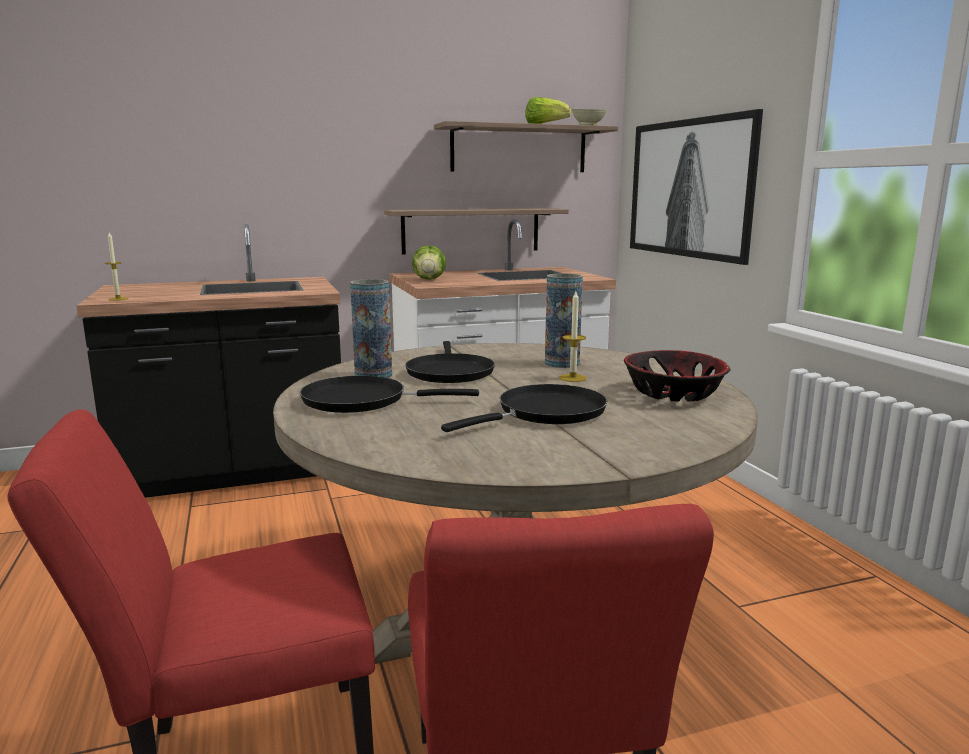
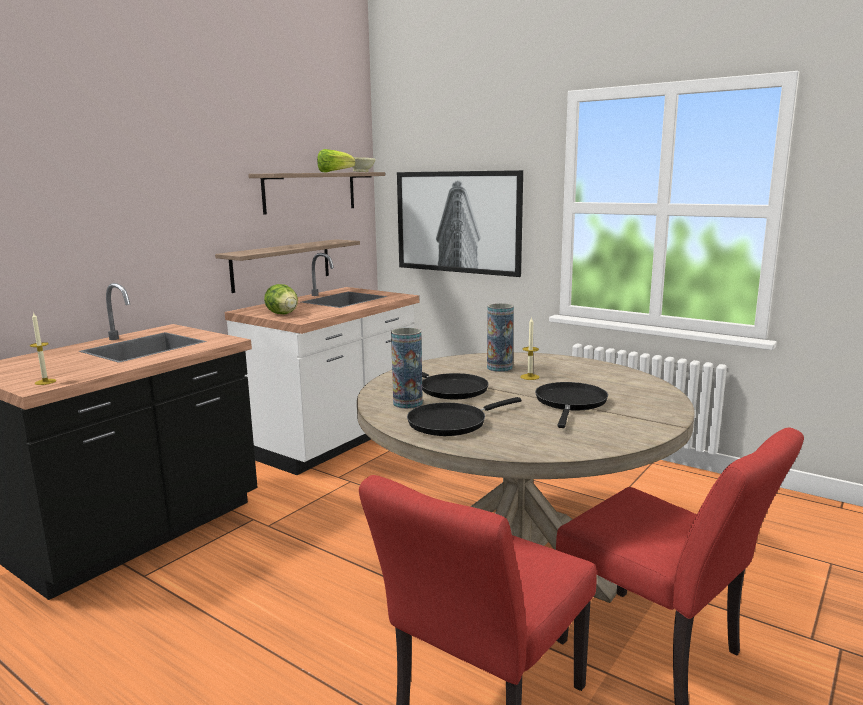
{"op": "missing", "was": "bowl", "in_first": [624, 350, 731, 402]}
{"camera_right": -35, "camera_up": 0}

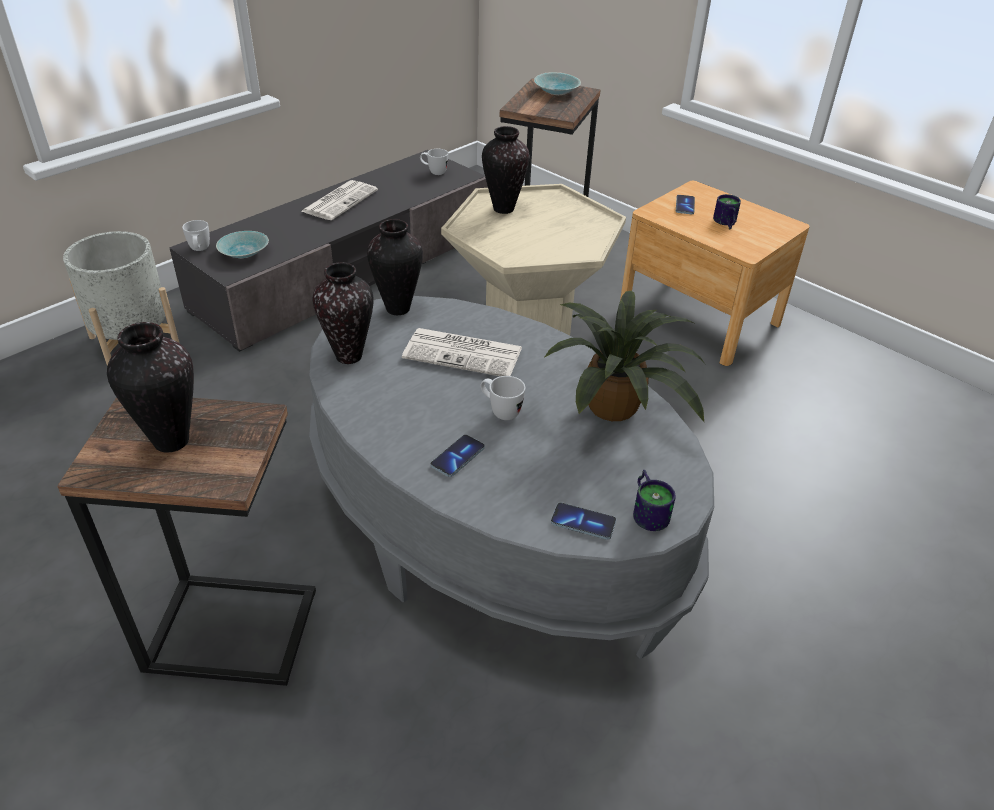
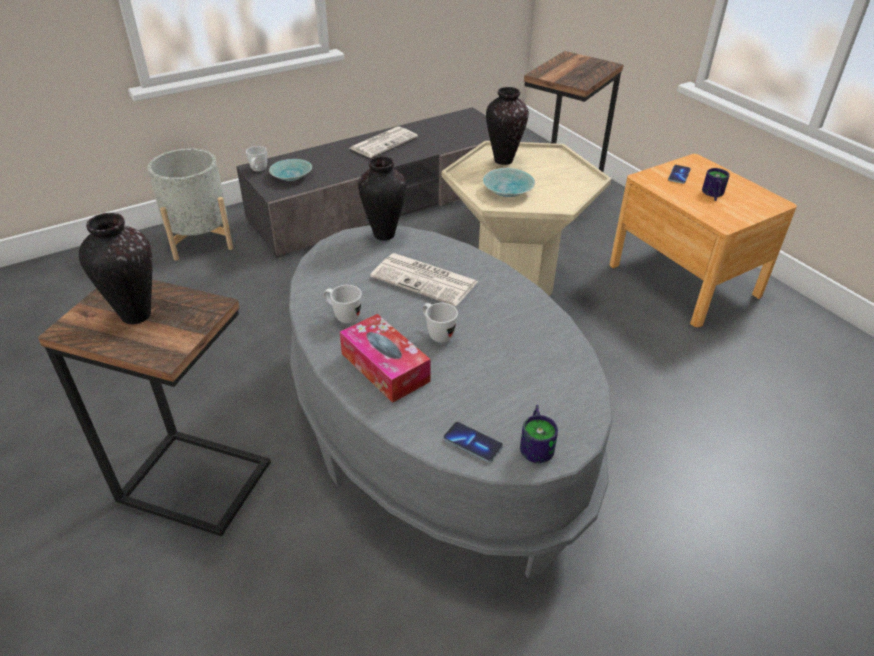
{"op": "missing", "was": "vase", "in_first": [313, 262, 373, 364]}
{"op": "relocated", "was": "mug/white", "in_first": [420, 149, 448, 175], "in_second": [324, 285, 362, 323]}
{"op": "exchanged", "was": "phone", "now": "tissue box", "in_first": [431, 435, 485, 477], "in_second": [340, 314, 431, 403]}
{"op": "relocated", "was": "bowl/turquoise", "in_first": [534, 72, 581, 95], "in_second": [483, 168, 535, 197]}
{"op": "missing", "was": "potted plant", "in_first": [544, 291, 706, 422]}
{"camera_right": 15, "camera_up": 0}

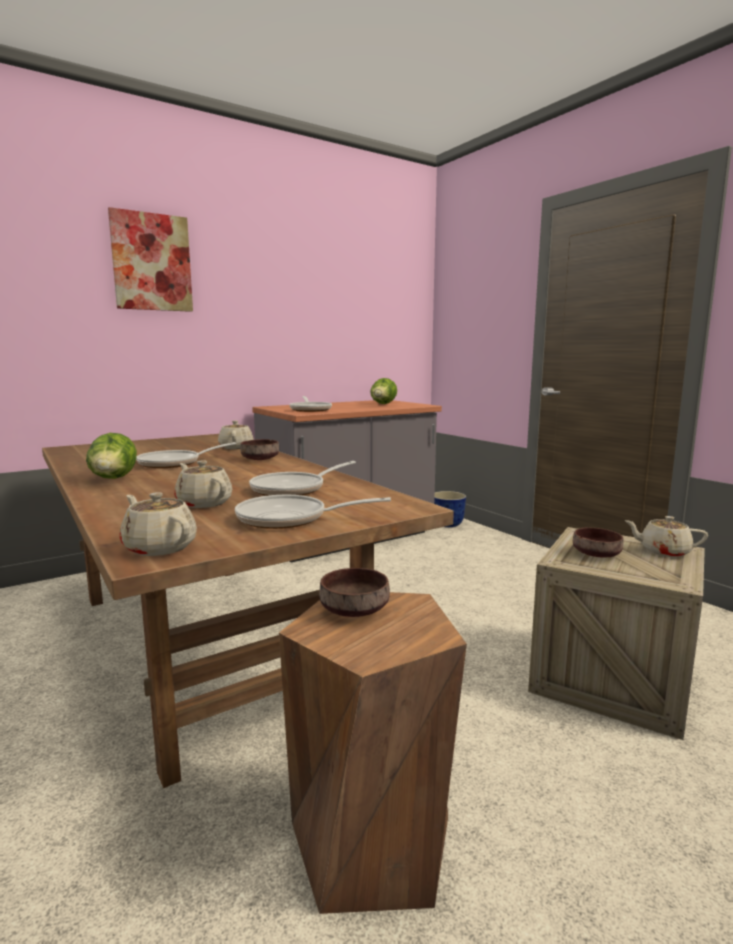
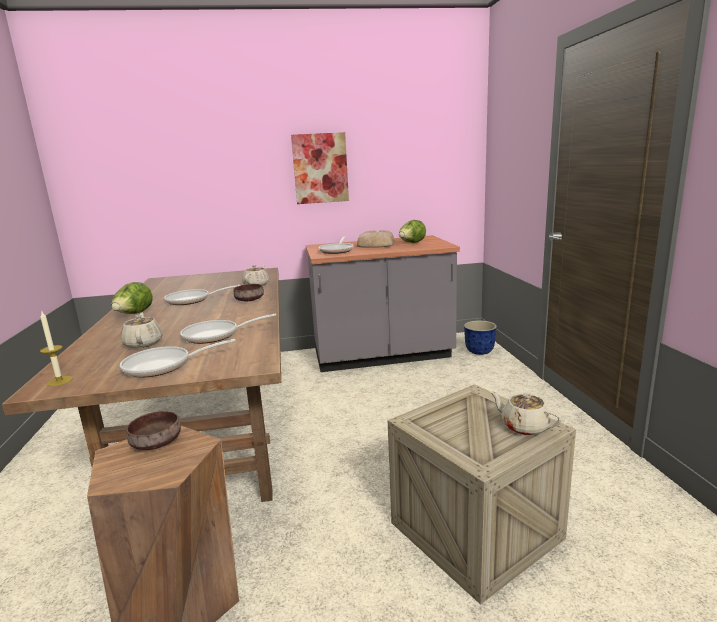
{"op": "relocated", "was": "picture", "in_first": [108, 207, 193, 312], "in_second": [291, 132, 349, 204]}
{"op": "exchanged", "was": "teapot/beige", "now": "candle", "in_first": [119, 492, 197, 556], "in_second": [40, 310, 73, 386]}
{"op": "spun", "was": "frying pan", "in_first": [235, 495, 391, 529], "in_second": [120, 339, 236, 378], "clockwise": -45}
{"op": "missing", "was": "bowl/brown", "in_first": [573, 528, 623, 557]}
{"op": "appeared", "now": "bread", "in_second": [357, 230, 395, 248]}
{"camera_right": 25, "camera_up": 5}

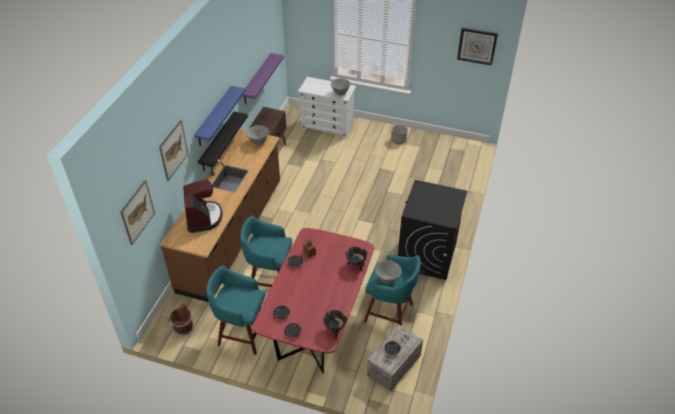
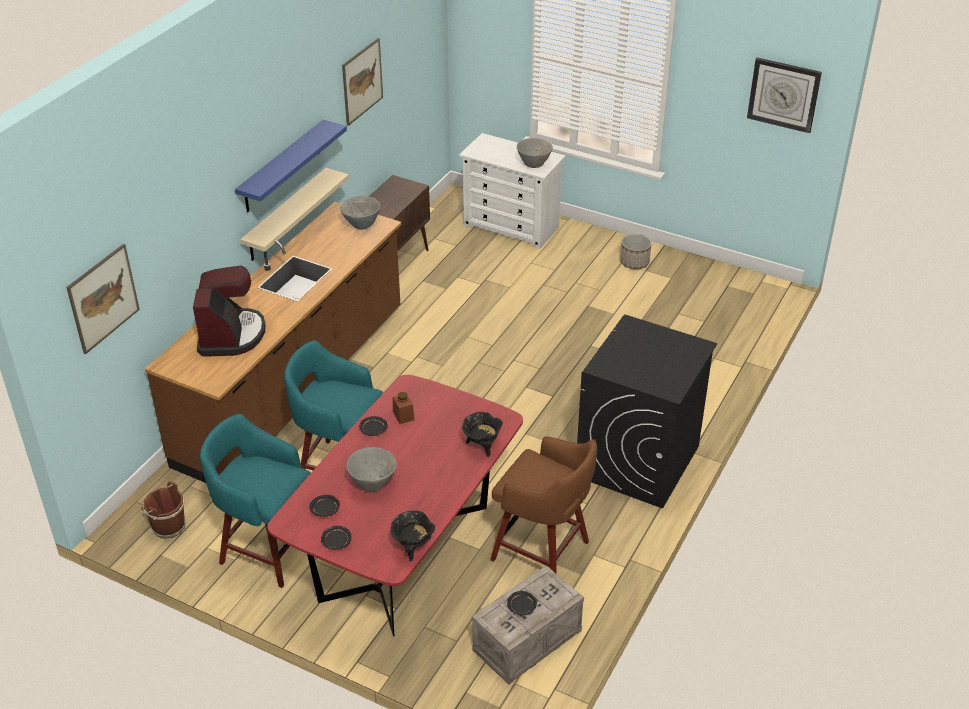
{"op": "relocated", "was": "picture", "in_first": [159, 120, 188, 181], "in_second": [342, 38, 383, 126]}
{"op": "colour", "was": "shelf/black", "now": "shelf/beige", "in_first": [198, 112, 248, 171], "in_second": [240, 168, 349, 261]}
{"op": "missing", "was": "shelf/purple", "in_first": [243, 53, 284, 104]}
{"op": "colour", "was": "stool/turquoise", "now": "stool/brown", "in_first": [364, 255, 421, 326], "in_second": [490, 436, 597, 574]}
{"op": "relocated", "was": "bowl/grey", "in_first": [375, 260, 402, 284], "in_second": [346, 447, 397, 492]}
{"camera_right": 10, "camera_up": -5}

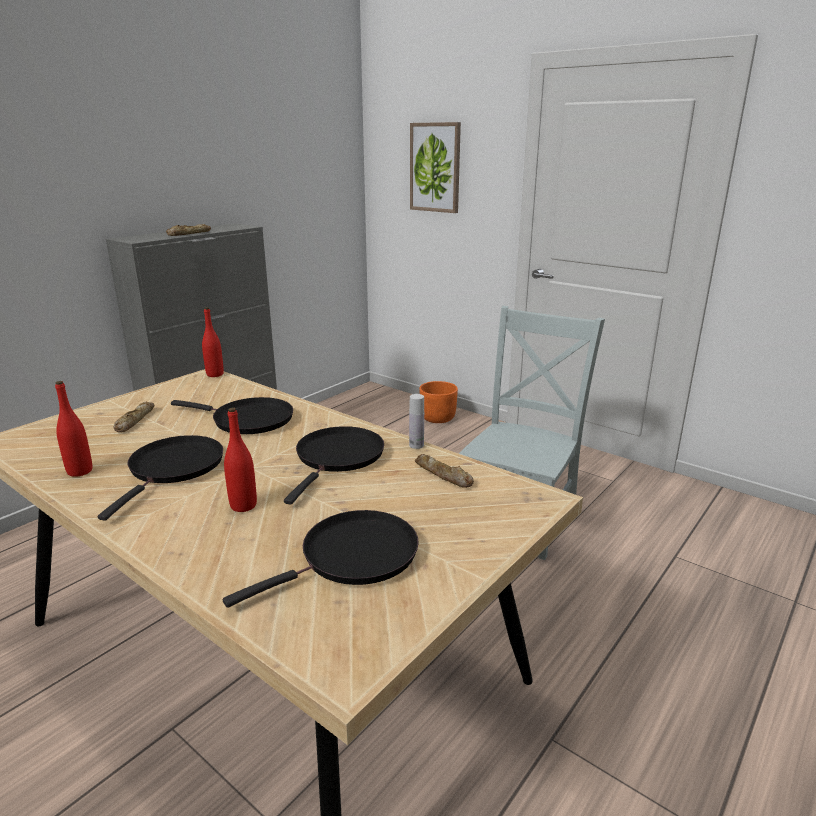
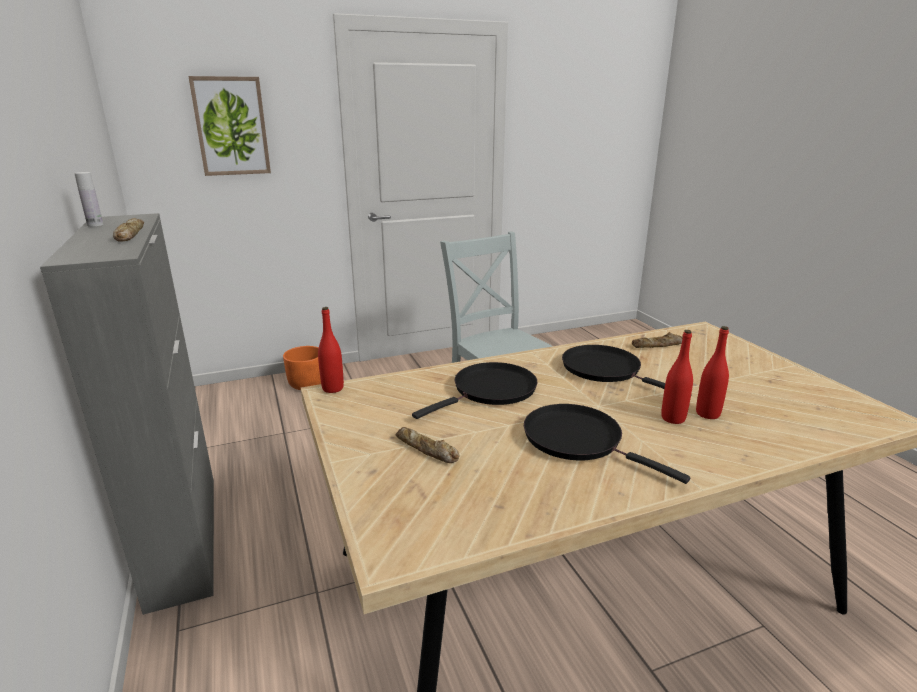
{"op": "relocated", "was": "bottle/red", "in_first": [55, 381, 92, 477], "in_second": [696, 326, 729, 419]}
{"op": "missing", "was": "frying pan/black", "in_first": [223, 510, 419, 608]}
{"op": "relocated", "was": "bottle/white", "in_first": [409, 394, 424, 449], "in_second": [74, 172, 103, 227]}
{"camera_right": -60, "camera_up": 0}

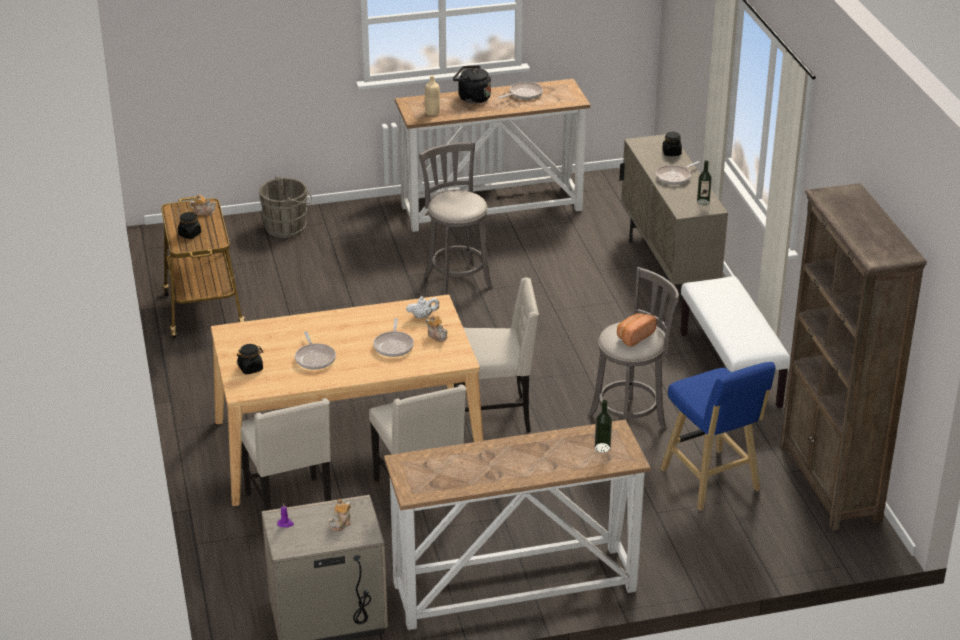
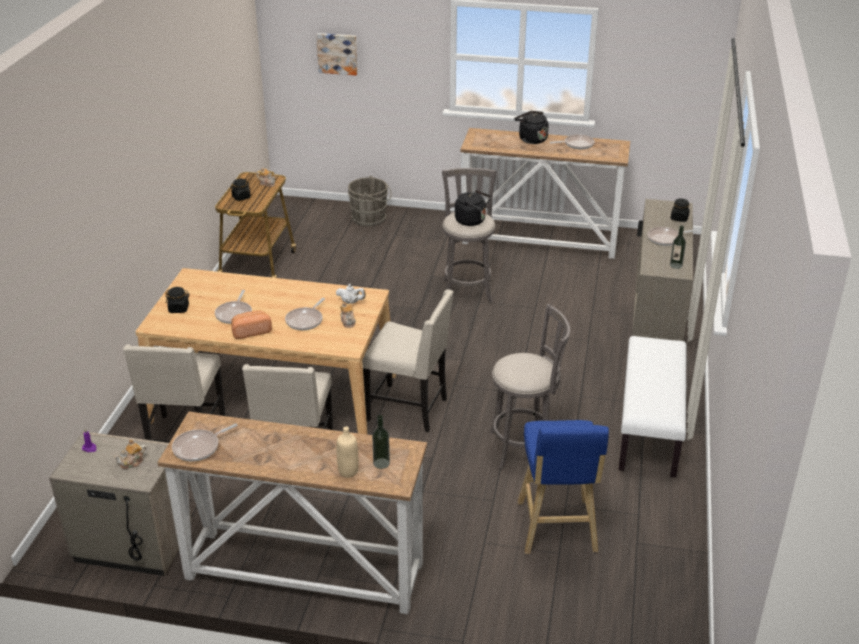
{"op": "relocated", "was": "bottle/beige", "in_first": [425, 75, 440, 116], "in_second": [336, 426, 359, 478]}
{"op": "relocated", "was": "bread", "in_first": [617, 313, 657, 347], "in_second": [231, 311, 272, 339]}
{"op": "missing", "was": "bookcase/brown", "in_first": [780, 183, 927, 531]}
{"op": "appeared", "now": "frying pan", "in_second": [172, 424, 237, 461]}
{"op": "appeared", "now": "picture", "in_second": [316, 33, 358, 76]}
{"op": "appeared", "now": "kettle/black", "in_second": [455, 190, 491, 226]}
{"camera_right": 25, "camera_up": 0}

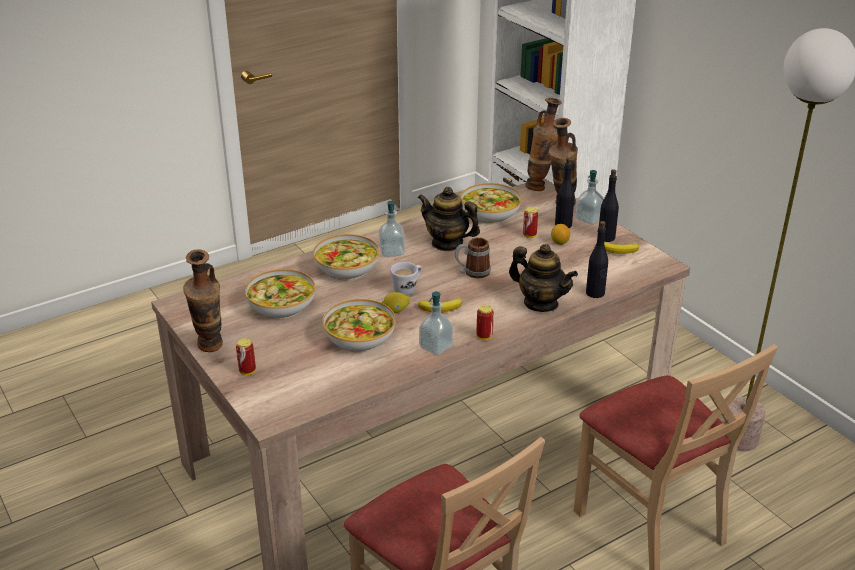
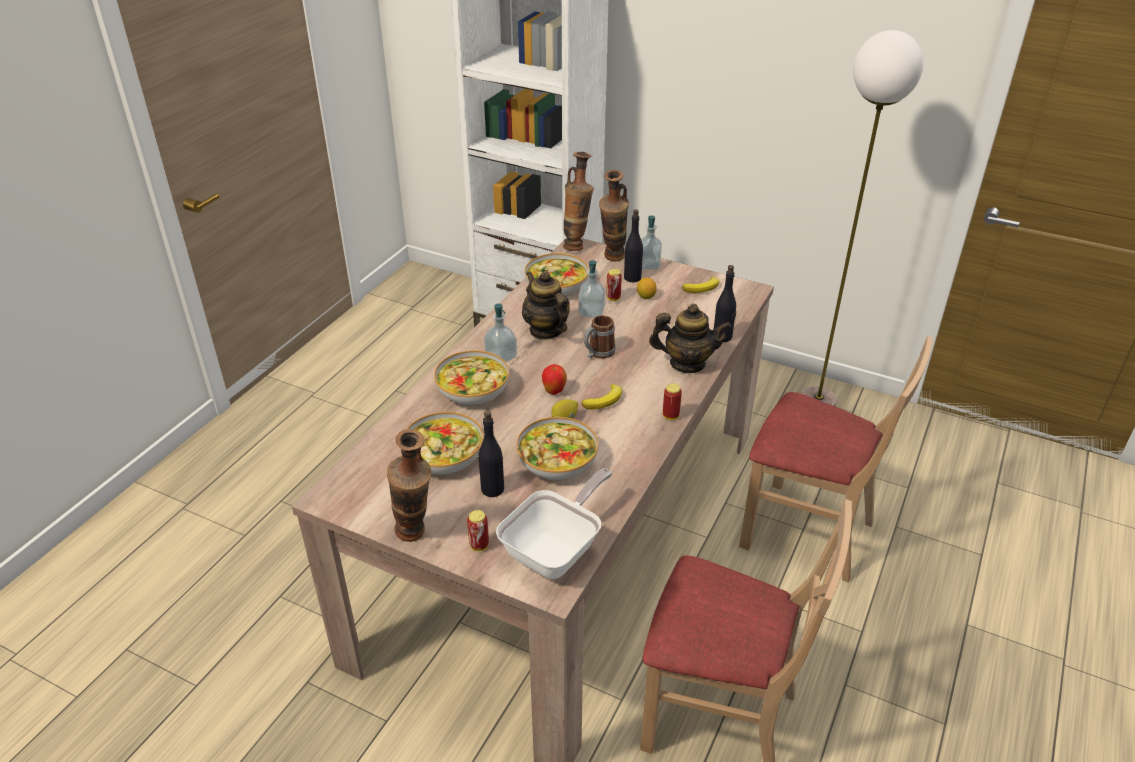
{"op": "exchanged", "was": "mug/white", "now": "apple", "in_first": [390, 262, 422, 296], "in_second": [542, 364, 567, 395]}
{"op": "spun", "was": "teapot", "in_first": [417, 187, 480, 251], "in_second": [522, 271, 570, 340], "clockwise": 60}
{"op": "relocated", "was": "soap dispenser", "in_first": [419, 292, 453, 356], "in_second": [578, 260, 605, 318]}
{"op": "relocated", "was": "bottle/black", "in_first": [599, 169, 619, 242], "in_second": [478, 411, 504, 497]}
{"op": "appeared", "now": "frying pan", "in_second": [496, 469, 613, 579]}
{"camera_right": -30, "camera_up": 5}

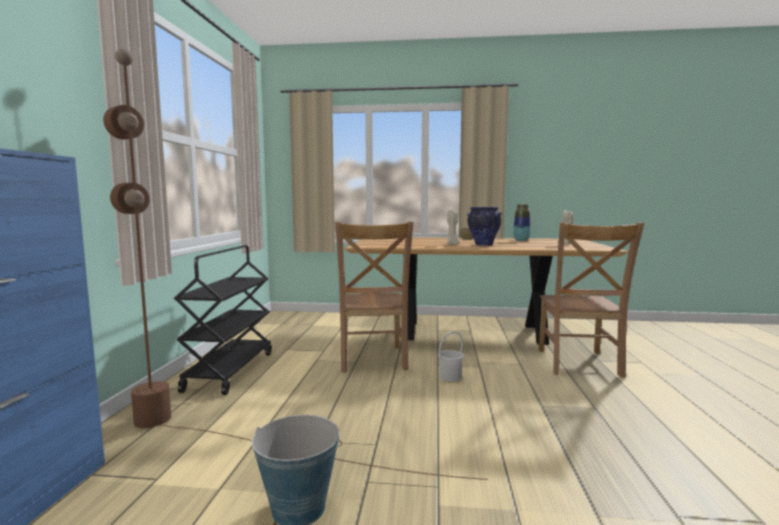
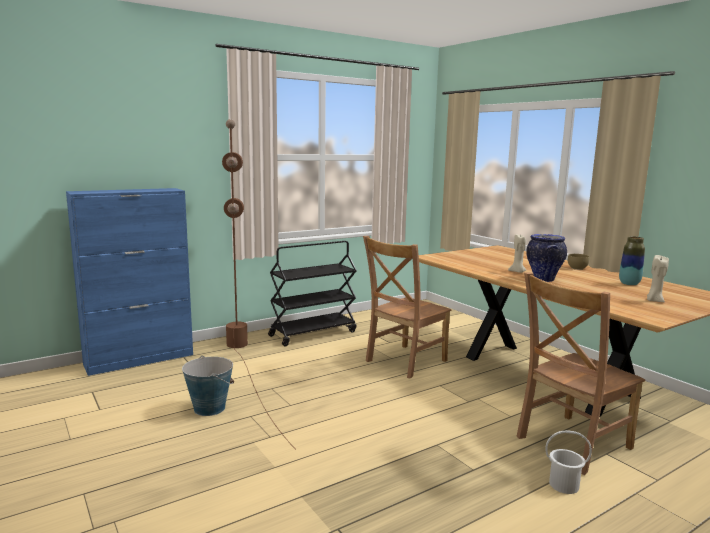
{"op": "relocated", "was": "bucket/white", "in_first": [438, 331, 464, 382], "in_second": [545, 430, 592, 494]}
{"camera_right": 50, "camera_up": 5}

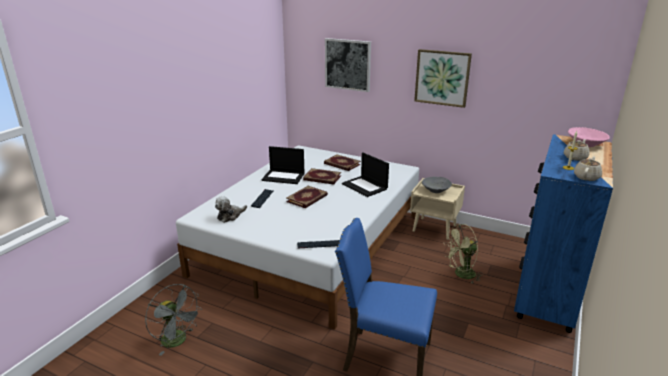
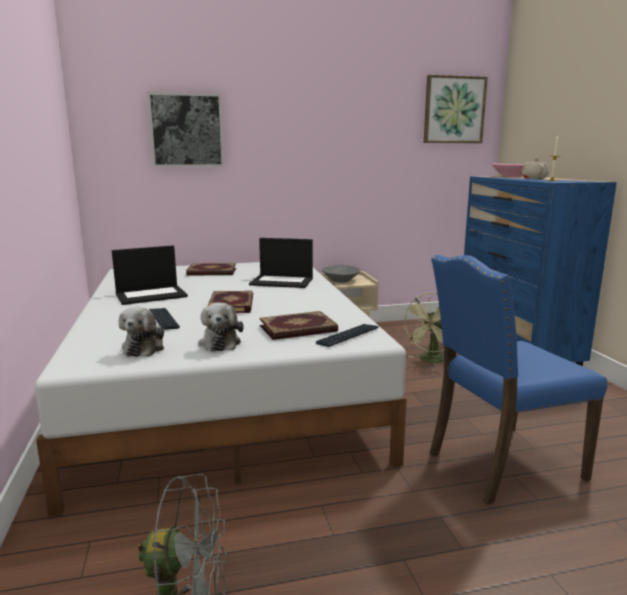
{"op": "relocated", "was": "book", "in_first": [303, 168, 341, 184], "in_second": [259, 311, 338, 340]}
{"op": "relocated", "was": "picture", "in_first": [414, 49, 472, 108], "in_second": [424, 75, 488, 143]}
{"op": "missing", "was": "teapot/beige", "in_first": [574, 156, 602, 181]}
{"op": "appeared", "now": "plush toy", "in_second": [198, 302, 244, 352]}
{"camera_right": -40, "camera_up": -10}

